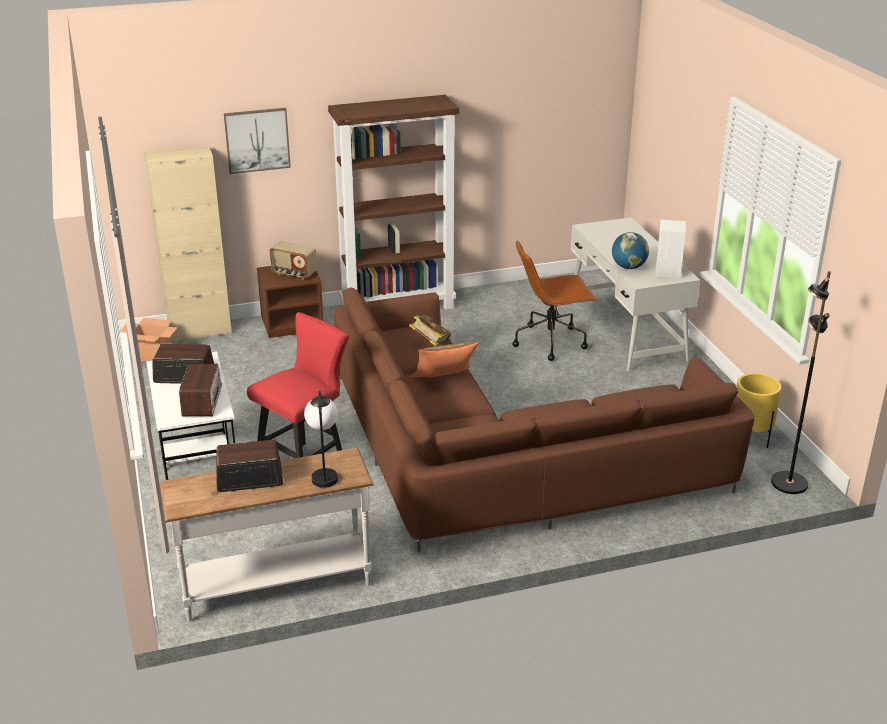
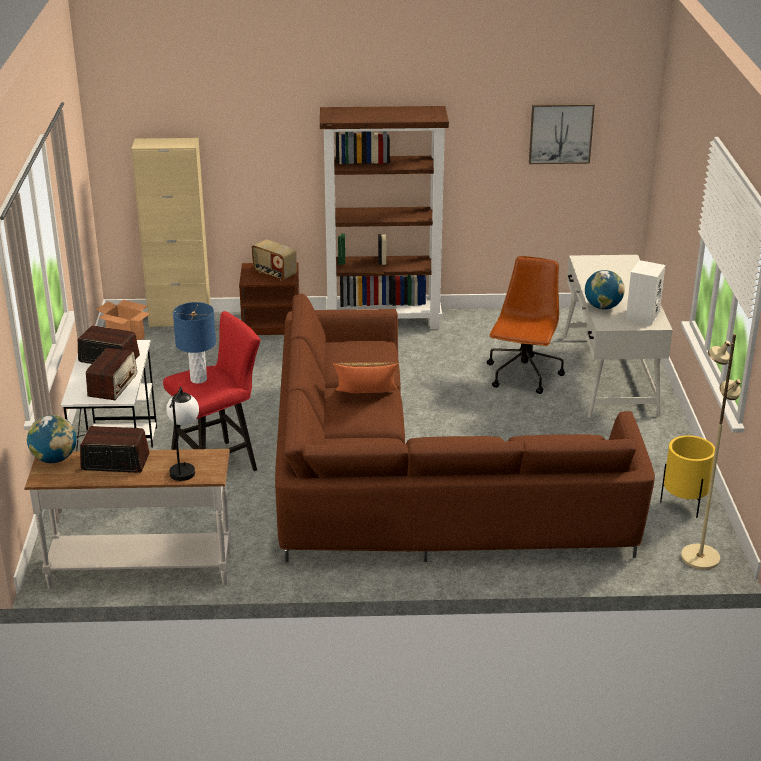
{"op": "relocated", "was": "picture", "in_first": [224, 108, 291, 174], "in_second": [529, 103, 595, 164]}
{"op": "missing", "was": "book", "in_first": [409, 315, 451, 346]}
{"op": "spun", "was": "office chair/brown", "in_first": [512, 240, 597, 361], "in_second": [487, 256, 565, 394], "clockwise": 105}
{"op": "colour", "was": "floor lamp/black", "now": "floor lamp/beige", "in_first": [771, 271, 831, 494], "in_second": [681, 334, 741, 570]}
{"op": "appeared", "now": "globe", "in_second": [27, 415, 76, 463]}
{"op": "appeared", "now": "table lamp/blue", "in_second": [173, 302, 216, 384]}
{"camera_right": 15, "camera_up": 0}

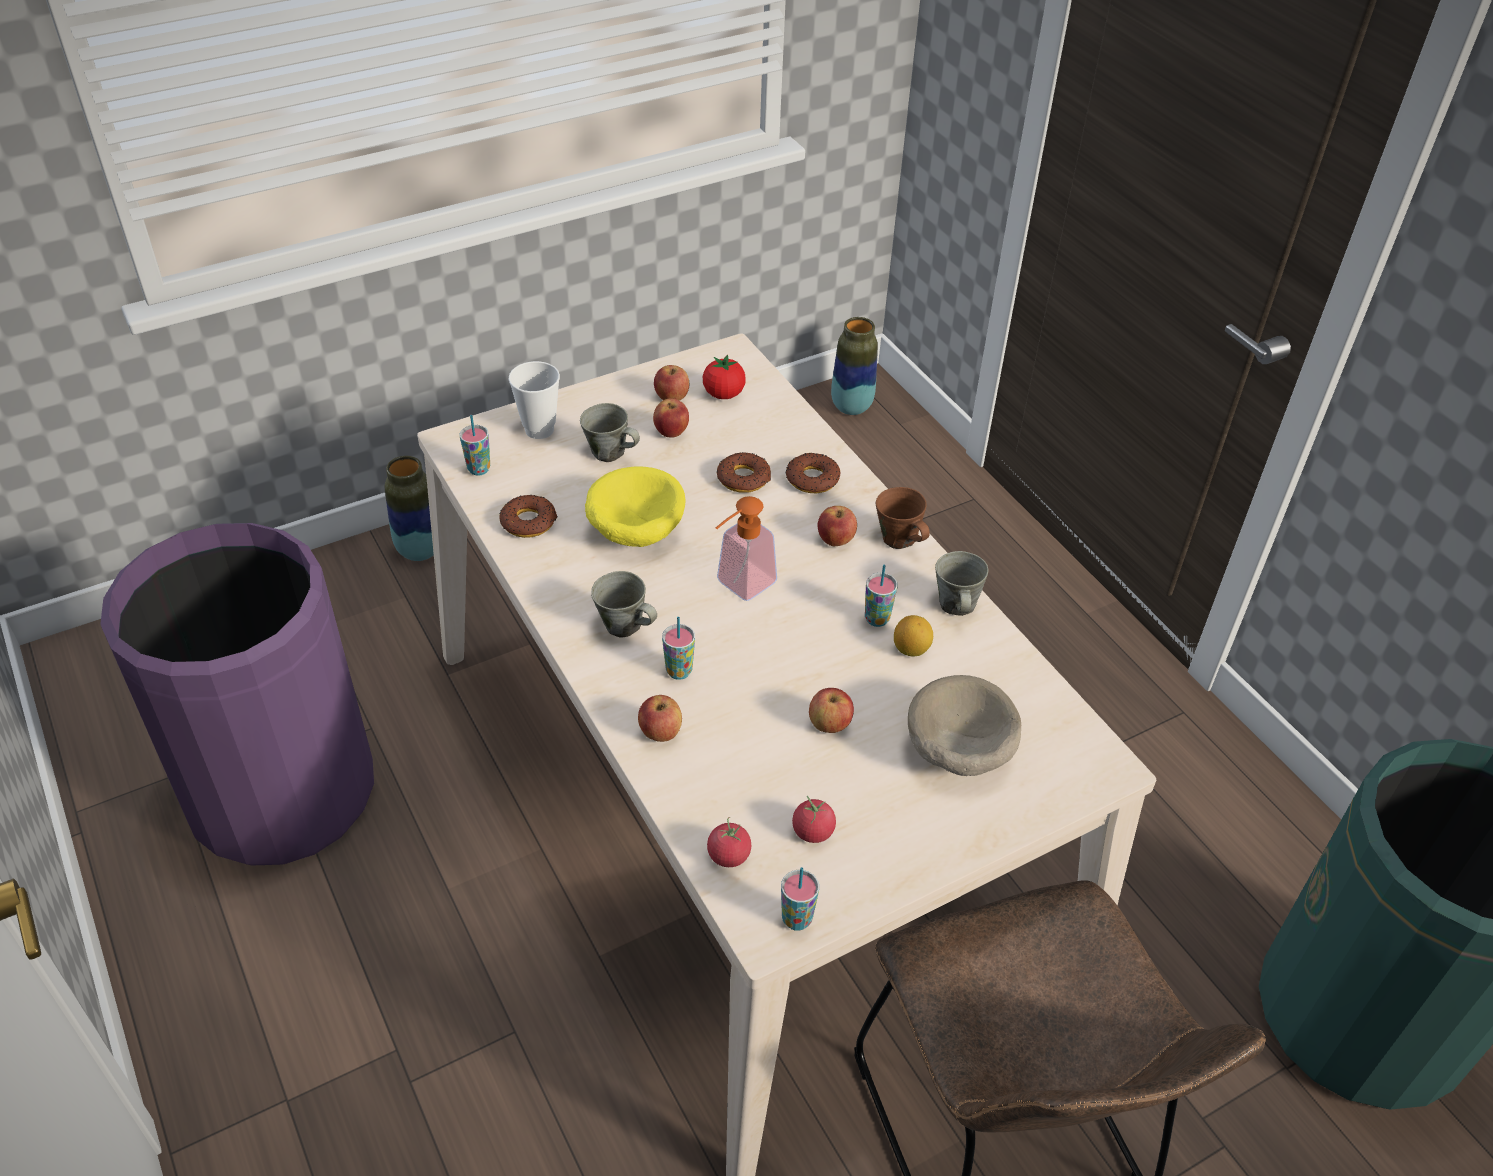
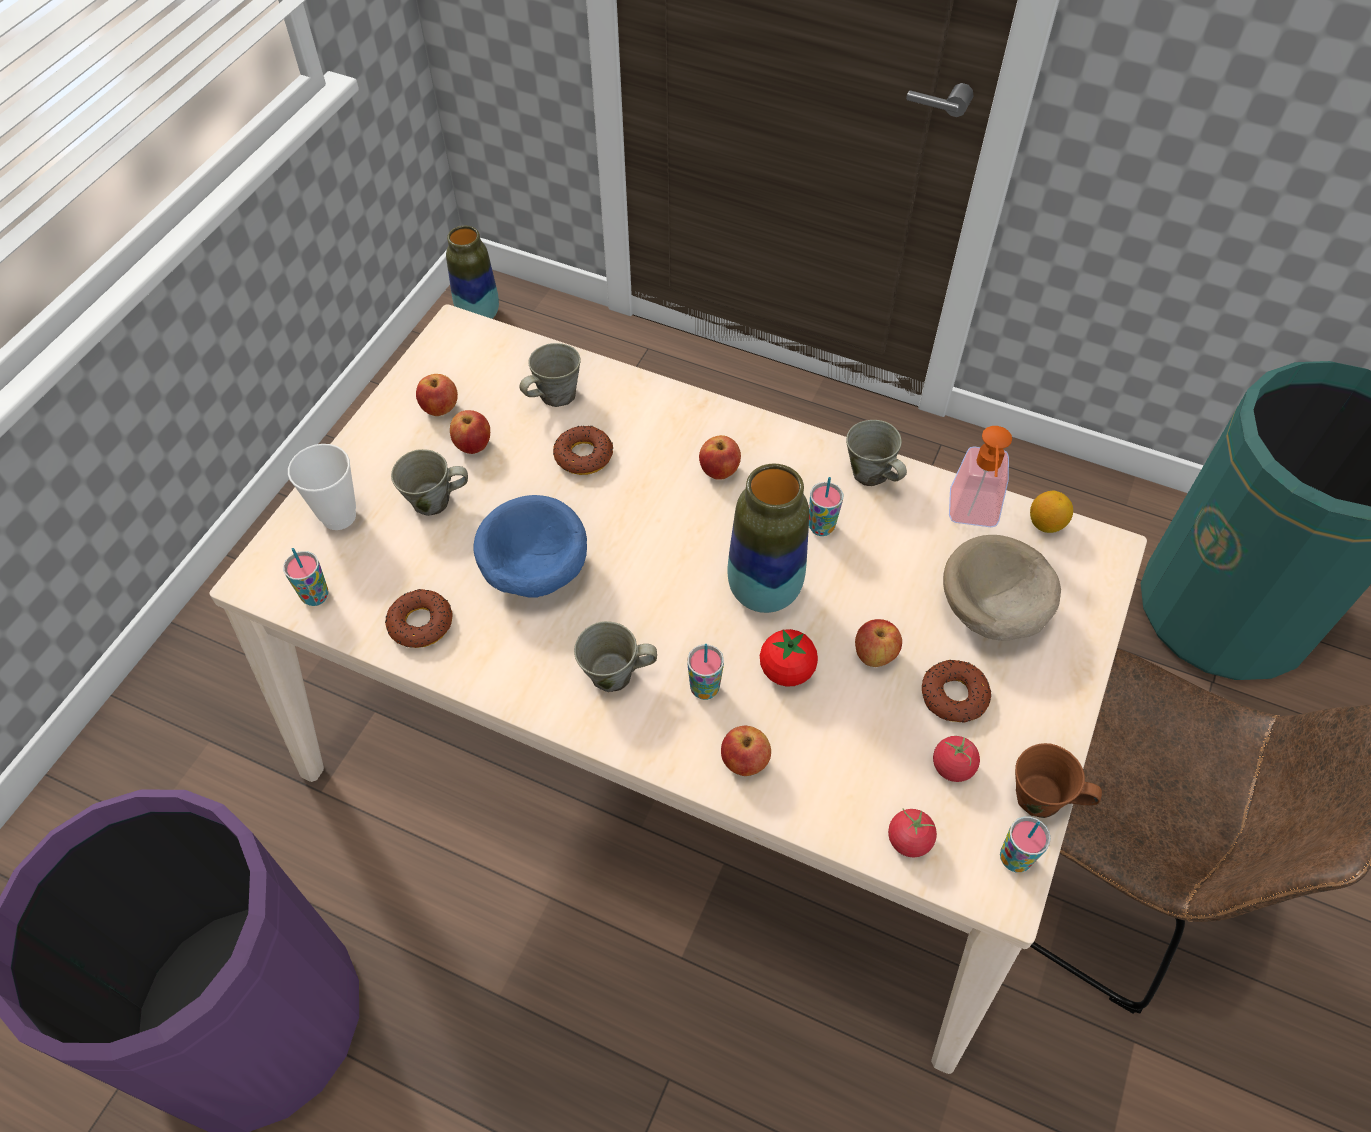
{"op": "relocated", "was": "vase", "in_first": [385, 456, 434, 561], "in_second": [728, 464, 809, 613]}
{"op": "colour", "was": "bowl/yellow", "now": "bowl/blue", "in_first": [585, 467, 685, 547], "in_second": [473, 495, 587, 598]}
{"op": "relocated", "was": "tomato", "in_first": [703, 354, 746, 399], "in_second": [760, 629, 818, 687]}
{"op": "relocated", "was": "soap dispenser", "in_first": [716, 496, 777, 601], "in_second": [949, 426, 1012, 527]}
{"op": "relocated", "was": "donut", "in_first": [785, 453, 840, 493], "in_second": [922, 660, 991, 723]}
{"op": "relocated", "was": "mug/brown", "in_first": [876, 487, 930, 549], "in_second": [1015, 743, 1102, 818]}
{"op": "relocated", "was": "lemon", "in_first": [894, 615, 933, 656], "in_second": [1030, 491, 1073, 533]}
{"op": "appeared", "now": "mug/grey", "in_second": [519, 343, 581, 407]}
{"camera_right": -35, "camera_up": 10}

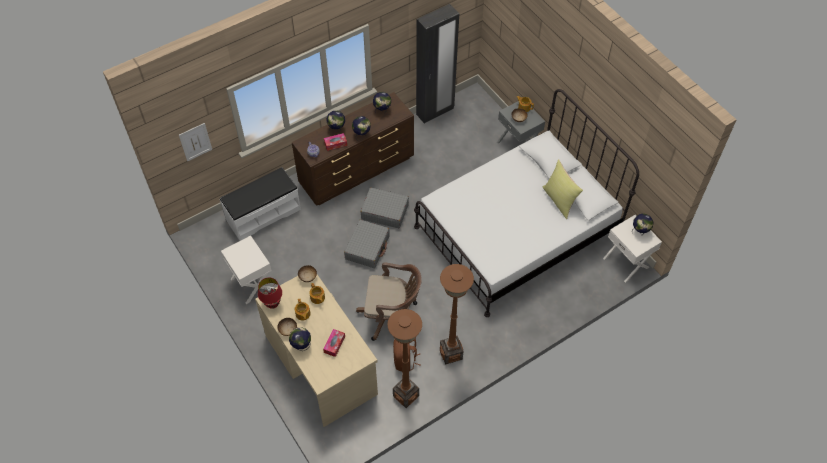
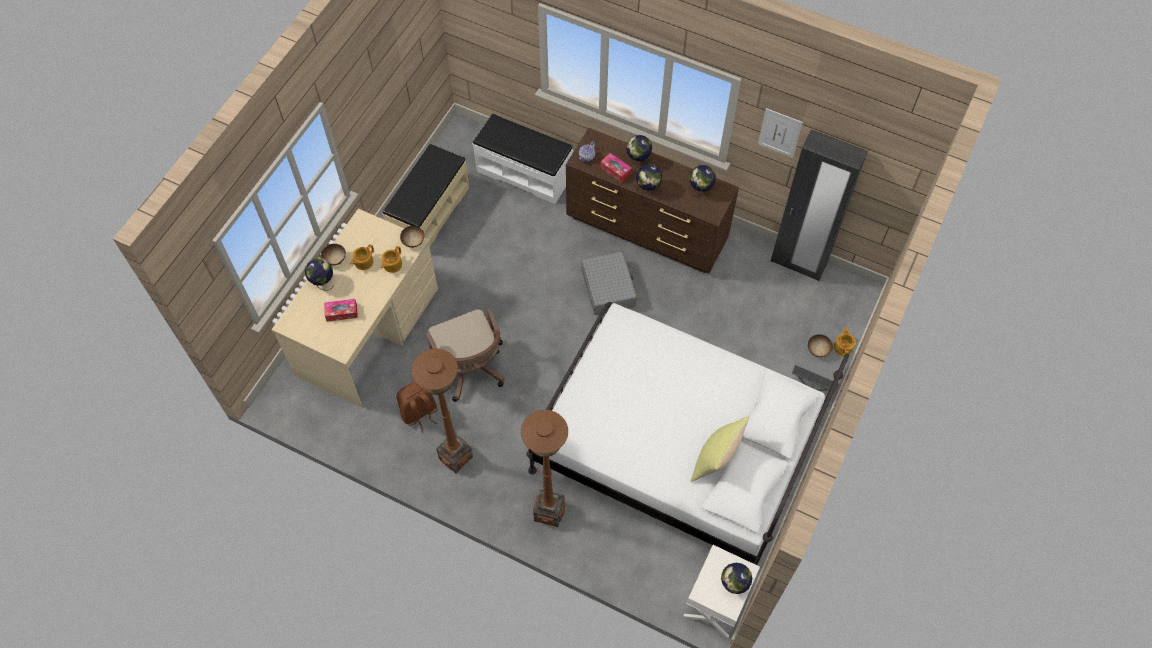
{"op": "relocated", "was": "picture", "in_first": [179, 123, 212, 161], "in_second": [758, 108, 803, 158]}
{"op": "exchanged", "was": "nightstand/white", "now": "bench/beige", "in_first": [221, 236, 274, 304], "in_second": [383, 144, 469, 248]}
{"op": "missing", "was": "table lamp/red", "in_first": [258, 278, 282, 309]}
{"op": "missing", "was": "suitcase/grey", "in_first": [344, 220, 390, 268]}
{"op": "relocated", "was": "floor lamp/brown", "in_first": [387, 309, 422, 408], "in_second": [521, 410, 568, 527]}
{"camera_right": 60, "camera_up": 5}

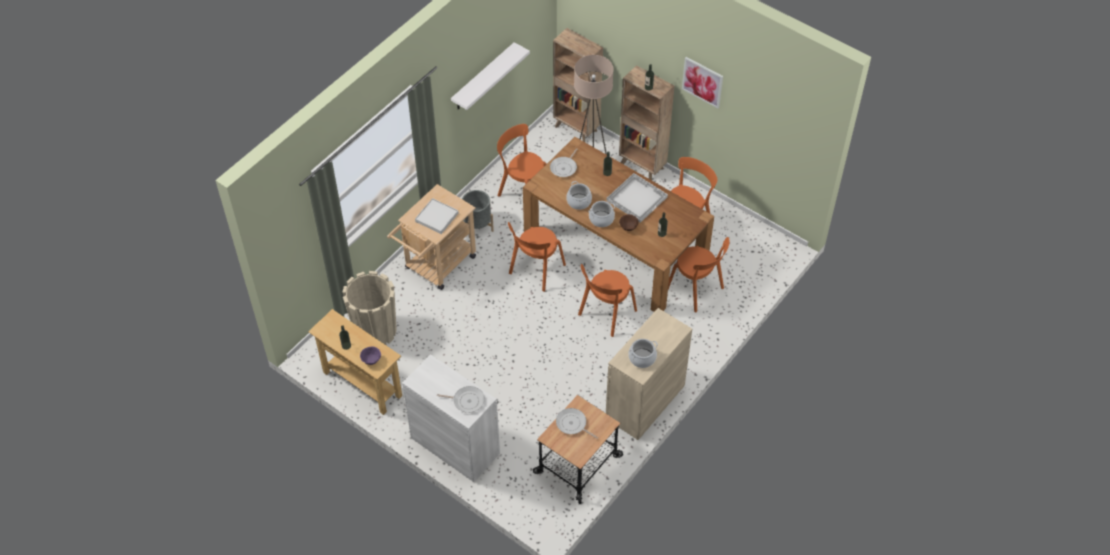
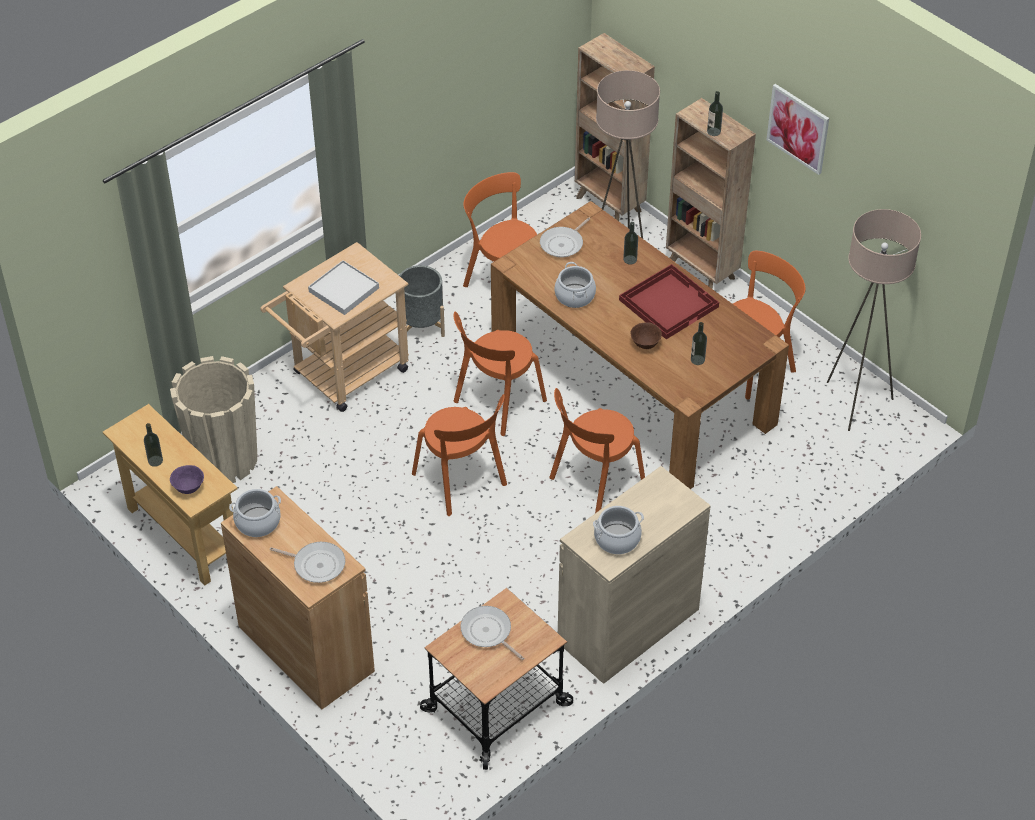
{"op": "colour", "was": "cabinet/white", "now": "cabinet/brown", "in_first": [402, 354, 500, 482], "in_second": [221, 486, 375, 709]}
{"op": "missing", "was": "shelf/white", "in_first": [451, 42, 530, 110]}
{"op": "relocated", "was": "cooking pot", "in_first": [588, 201, 616, 227], "in_second": [229, 489, 281, 537]}
{"op": "colour", "was": "tray/white", "now": "tray/red", "in_first": [606, 173, 668, 223], "in_second": [619, 264, 719, 339]}
{"op": "relocated", "was": "chair/orange", "in_first": [668, 237, 730, 313], "in_second": [412, 394, 507, 516]}
{"op": "appeared", "now": "floor lamp/beige", "in_second": [827, 209, 921, 431]}
{"camera_right": 10, "camera_up": -5}

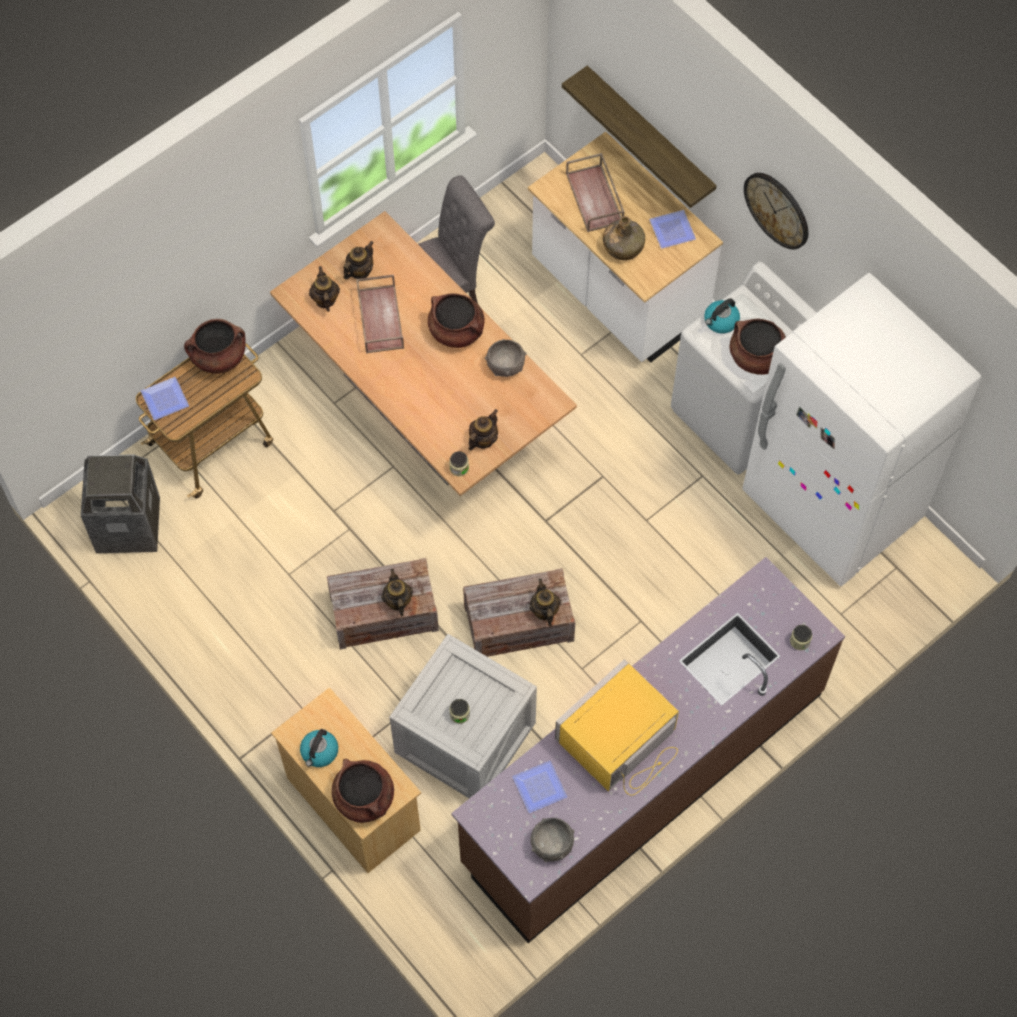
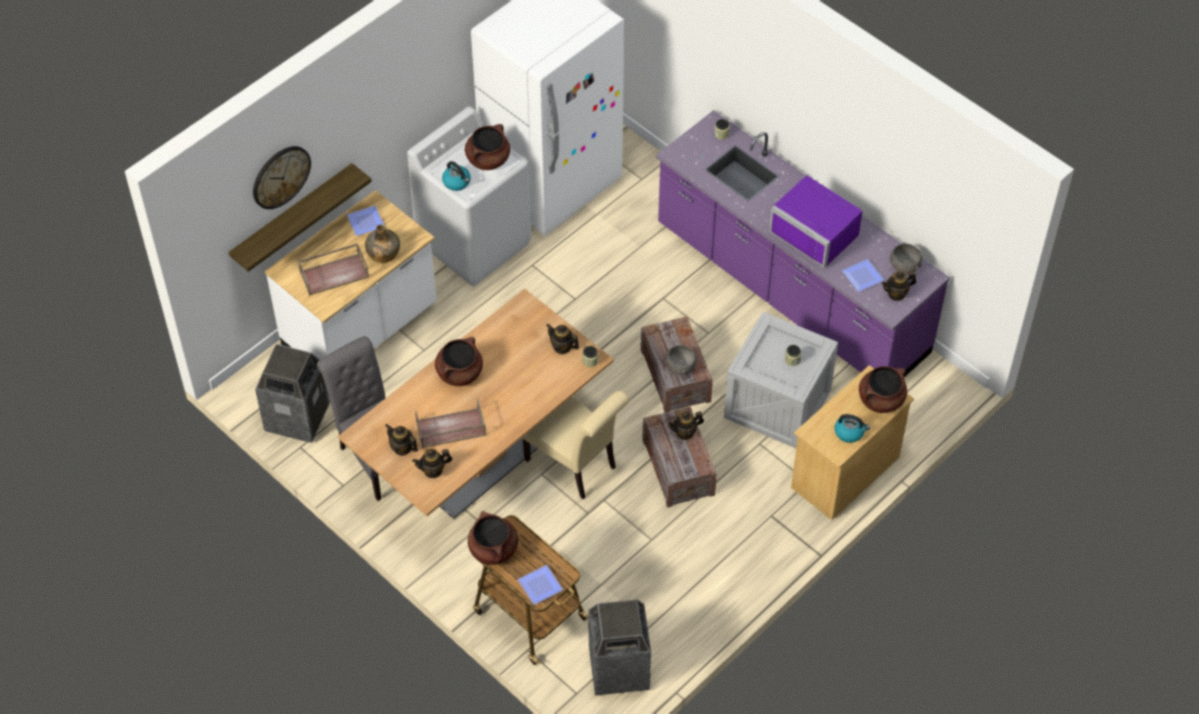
{"op": "colour", "was": "counter/brown", "now": "counter/purple", "in_first": [451, 557, 845, 943], "in_second": [656, 110, 950, 376]}
{"op": "relocated", "was": "bowl/grey", "in_first": [485, 339, 526, 377], "in_second": [665, 345, 697, 376]}
{"op": "relocated", "was": "teapot", "in_first": [529, 579, 561, 626], "in_second": [882, 271, 916, 301]}
{"op": "colour", "was": "microwave/yellow", "now": "microwave/purple", "in_first": [555, 659, 679, 796], "in_second": [769, 175, 863, 268]}
{"op": "relocated", "was": "wall clock", "in_first": [744, 173, 808, 250], "in_second": [253, 146, 311, 209]}
{"op": "appeared", "now": "trash can", "in_second": [255, 344, 330, 443]}
{"op": "appeared", "now": "chair/beige", "in_second": [522, 391, 630, 499]}
{"camera_right": -95, "camera_up": -10}

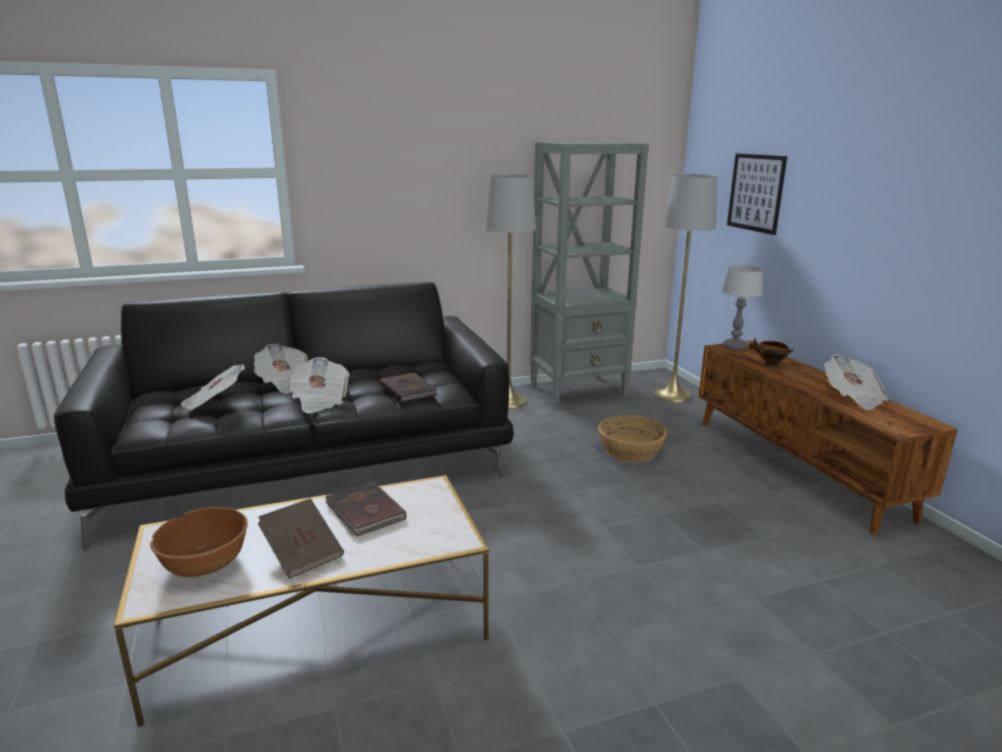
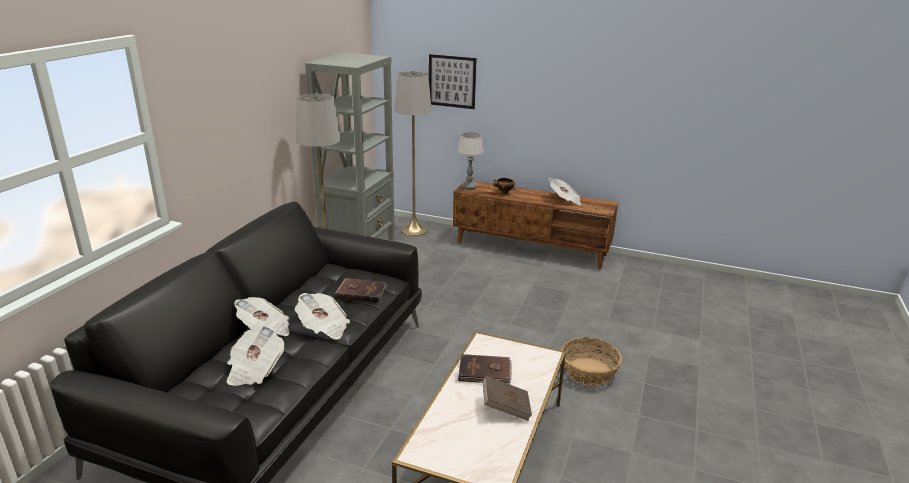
{"op": "missing", "was": "bowl/brown", "in_first": [150, 507, 248, 577]}
{"op": "relocated", "was": "basket", "in_first": [598, 415, 667, 462], "in_second": [561, 337, 622, 385]}
{"camera_right": -50, "camera_up": 5}

